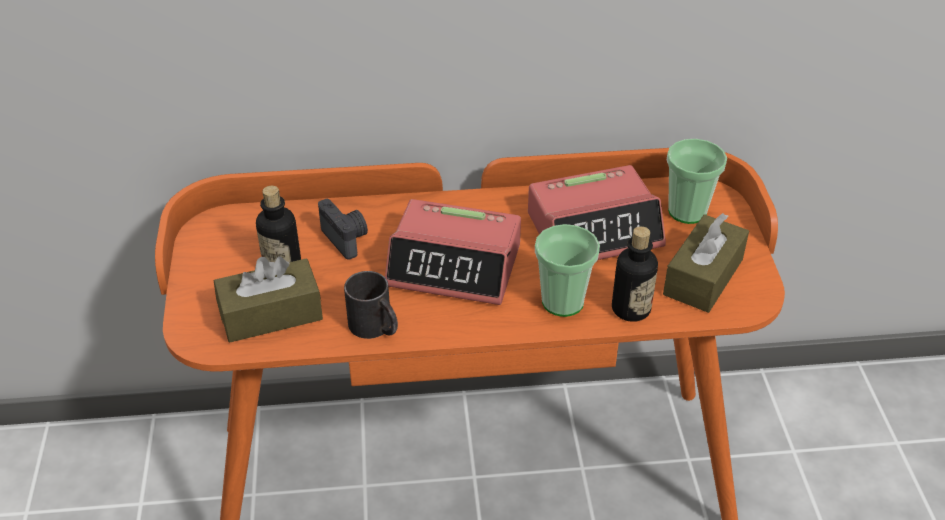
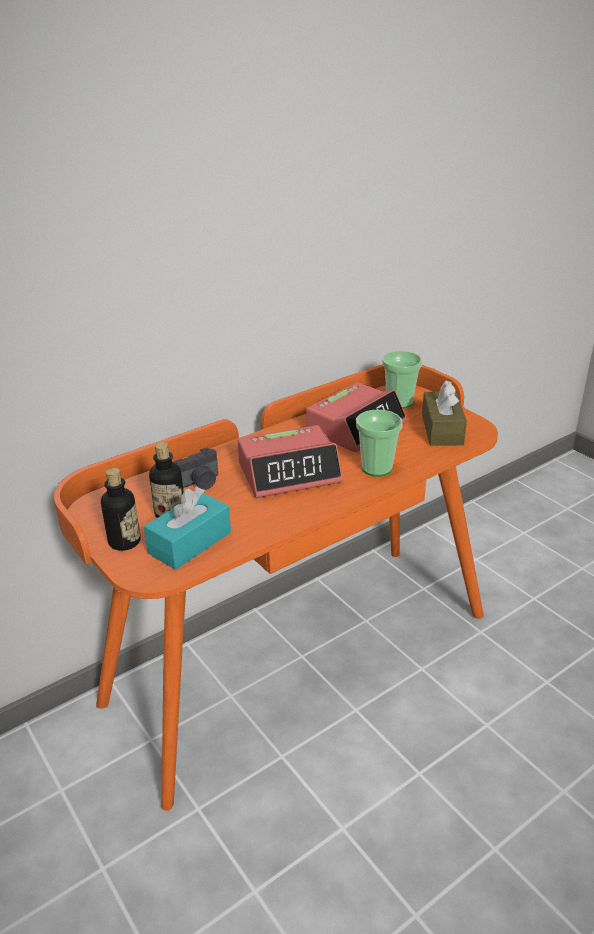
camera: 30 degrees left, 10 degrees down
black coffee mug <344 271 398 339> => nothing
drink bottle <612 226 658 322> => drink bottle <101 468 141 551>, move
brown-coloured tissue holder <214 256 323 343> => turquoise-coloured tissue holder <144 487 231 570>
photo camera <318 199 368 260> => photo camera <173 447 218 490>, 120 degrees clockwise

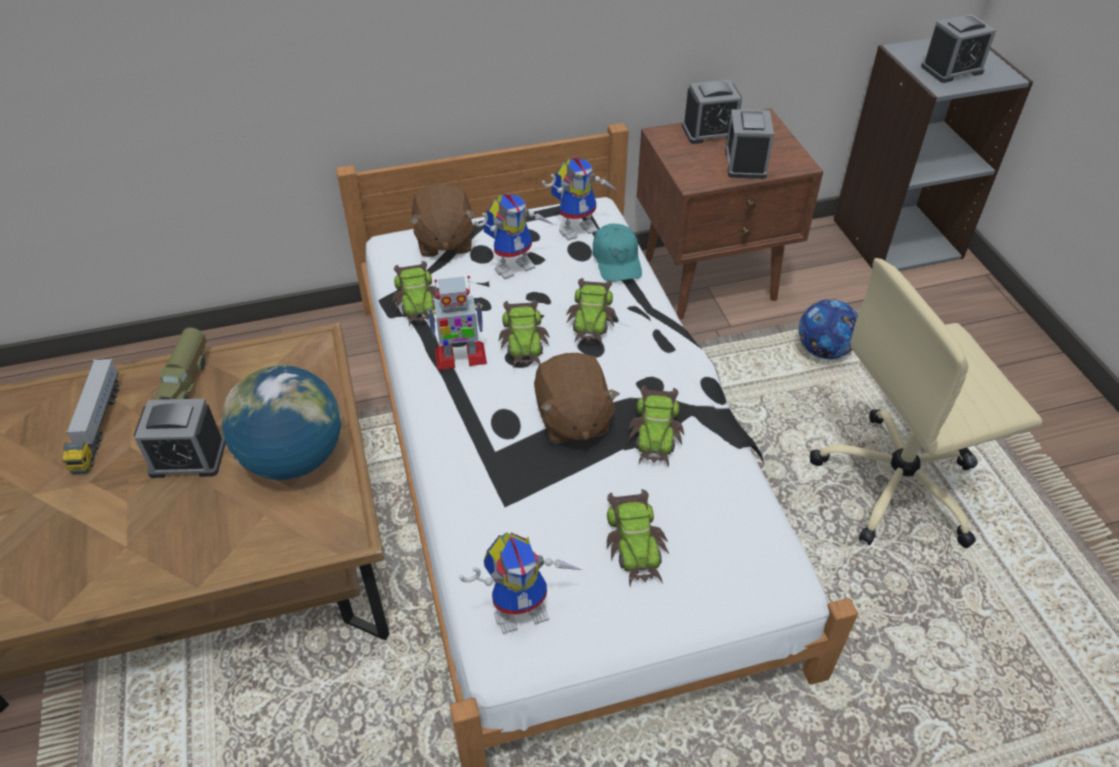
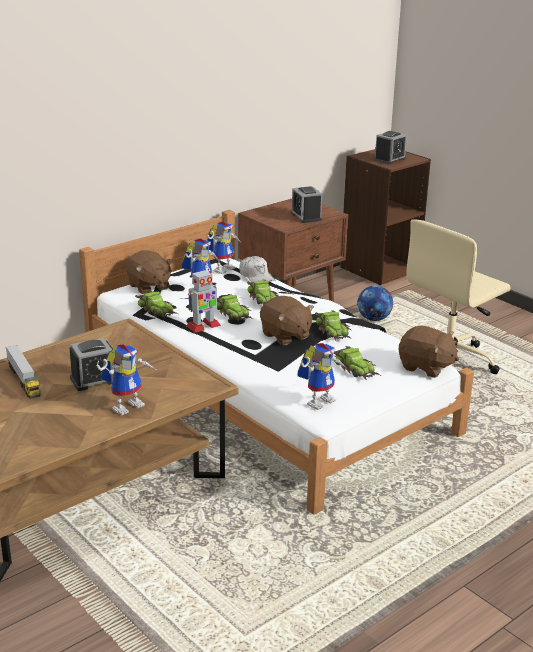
camera: 25 degrees left, 20 degrees down
toy lorry <155 328 207 400> => nothing
desk globe <222 365 342 480> => nothing
bedside clock <682 80 742 144> => nothing
nothing => toy robot <97 344 156 415>
nothing => brown-coloured cuddly toy <399 325 459 378>
turquoise-coloured peaked cap <592 224 642 282> => whitish peaked cap <239 256 275 282>
gray bookcase <834 38 1033 271> => brown-coloured bookcase <340 149 431 285>

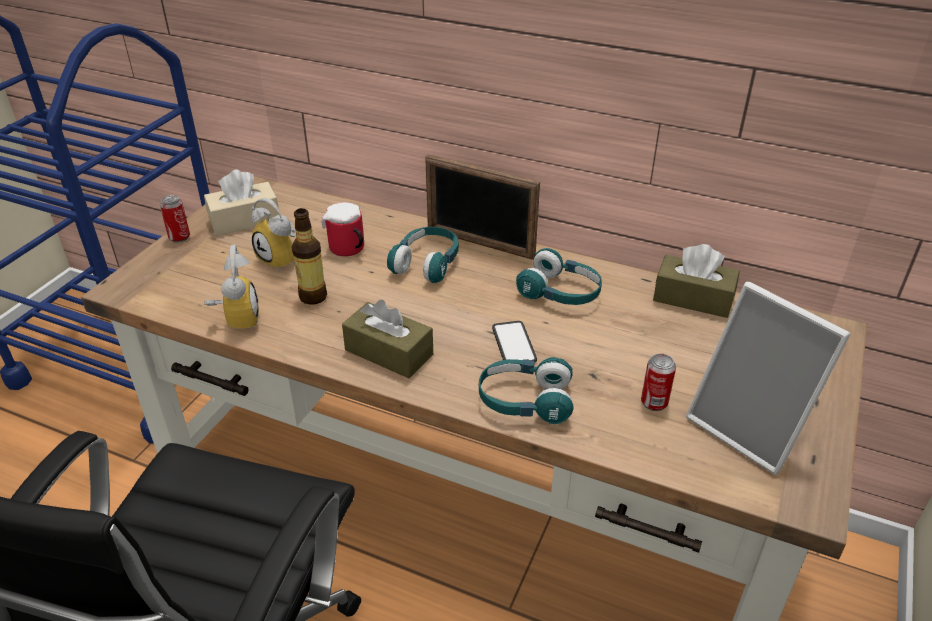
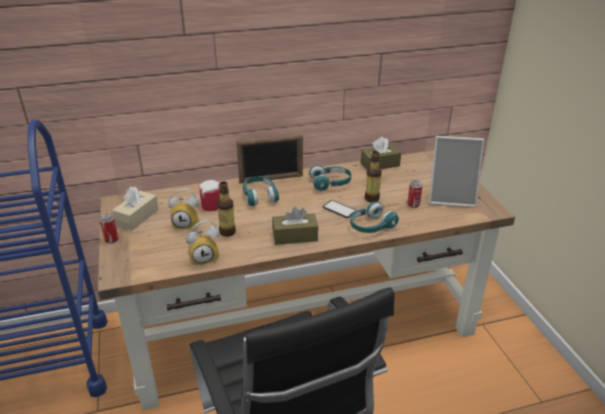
camera: 40 degrees left, 5 degrees down
nothing => drink bottle <365 151 382 202>
bedside clock <204 244 259 330> => bedside clock <186 220 220 267>, 120 degrees clockwise

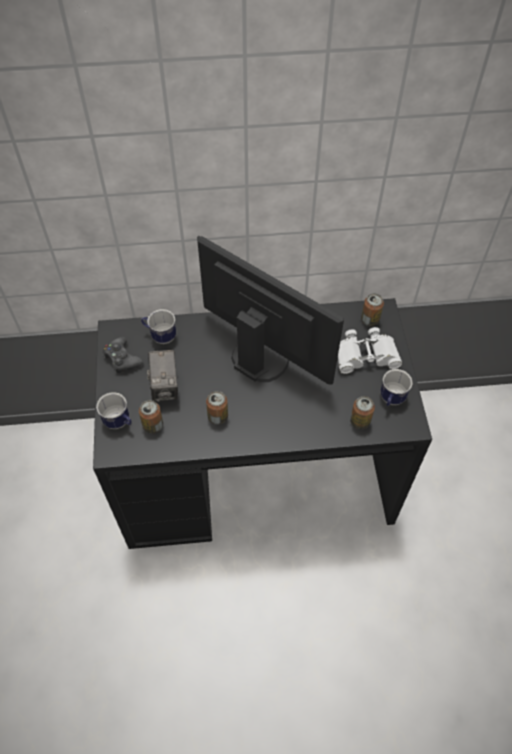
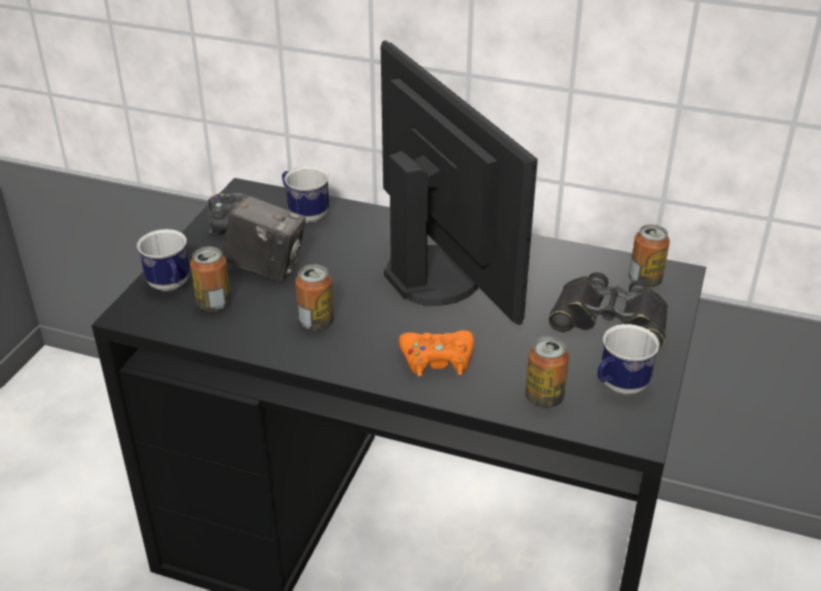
camera: 25 degrees right, 20 degrees down
nothing => orange-coloured game controller <399 330 474 377>
whitish binoculars <338 327 402 374> => black binoculars <548 272 668 349>
photo camera <147 350 178 402> => photo camera <223 195 306 282>, 90 degrees counterclockwise

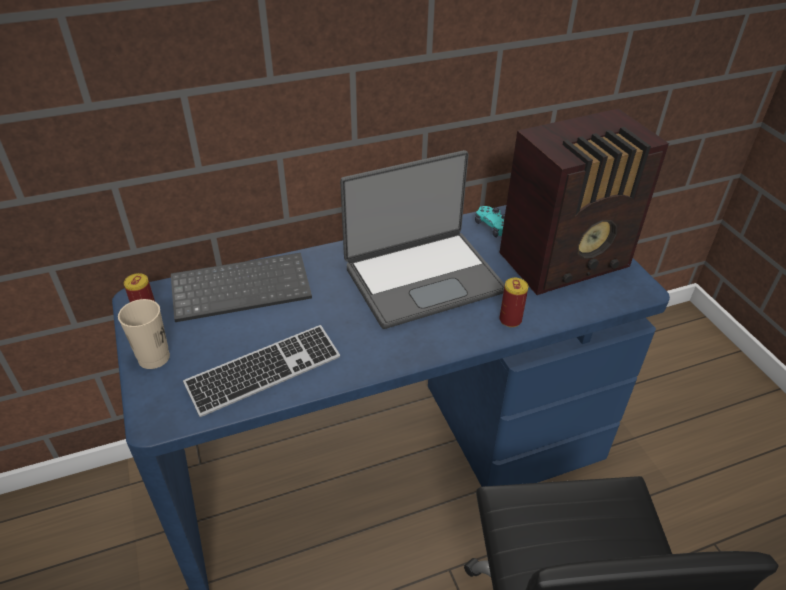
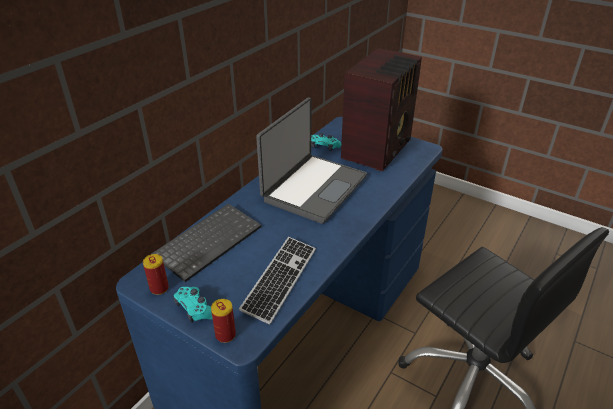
camera: 35 degrees left, 5 degrees down
sealed can <499 278 528 328> => sealed can <211 299 236 343>, move
beige-coloured cup <118 299 170 369> => turquoise-coloured game controller <173 287 212 322>

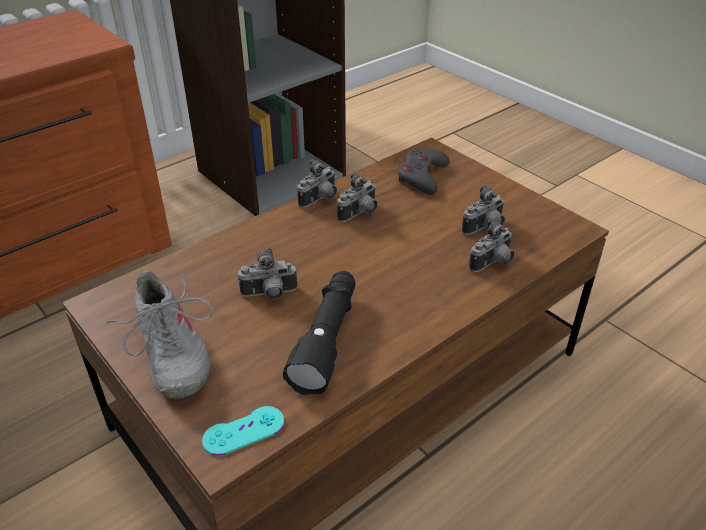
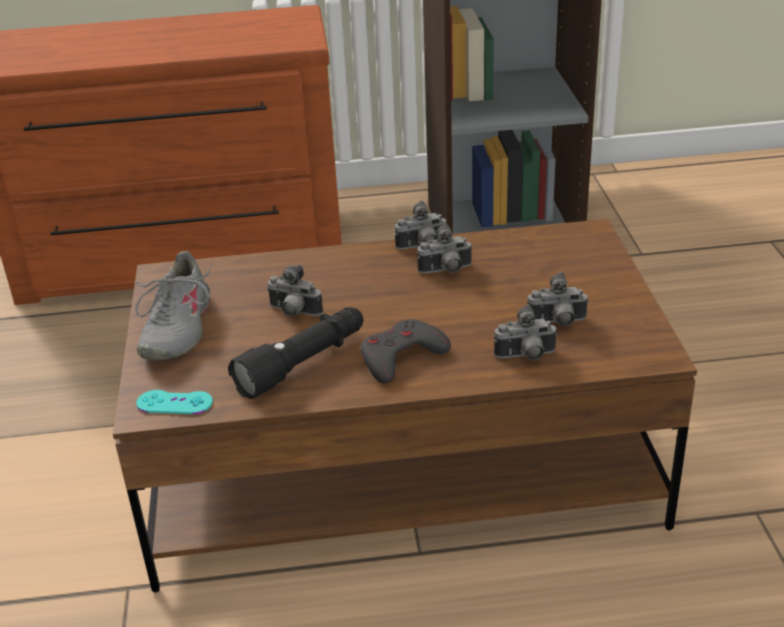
camera: 35 degrees right, 5 degrees down
gray game controller <398 149 450 195> => gray game controller <361 319 451 384>, move

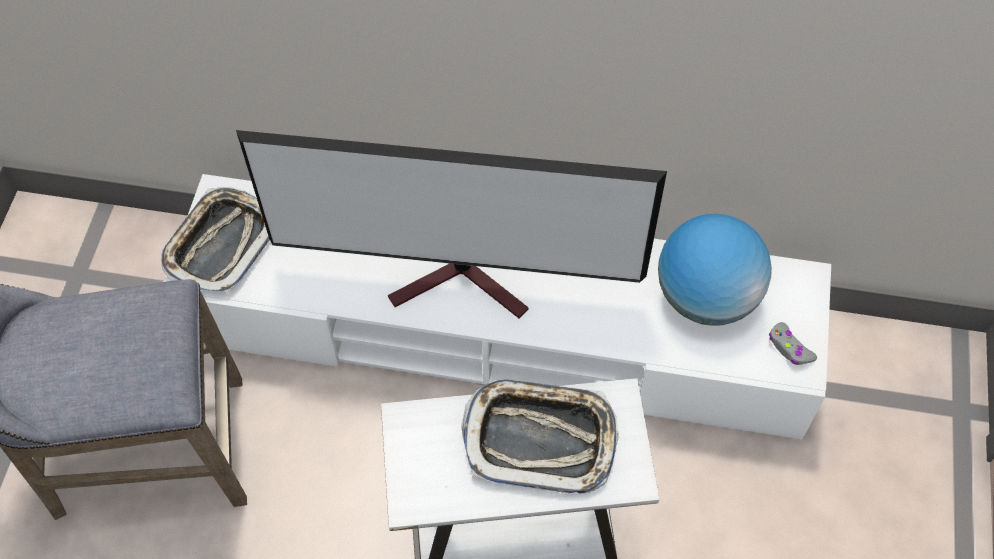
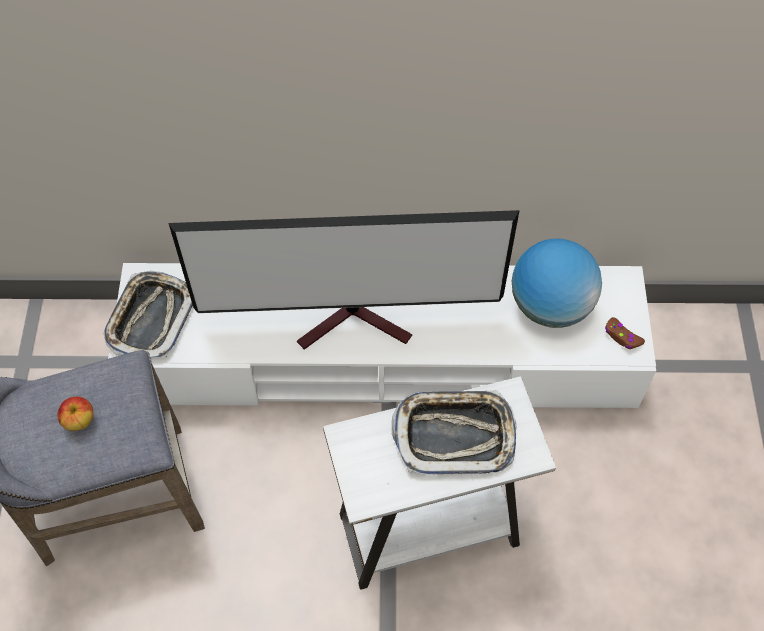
camera: 10 degrees left, 0 degrees up
nothing => whole apple <57 397 93 431>
gray game controller <769 322 817 365> => brown-coloured game controller <605 317 645 349>

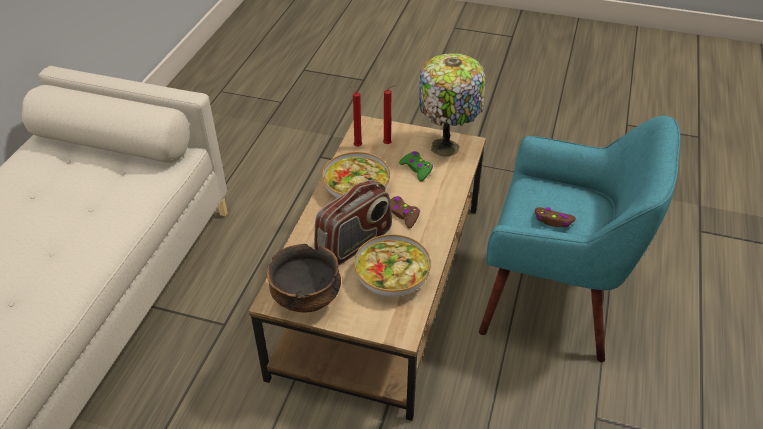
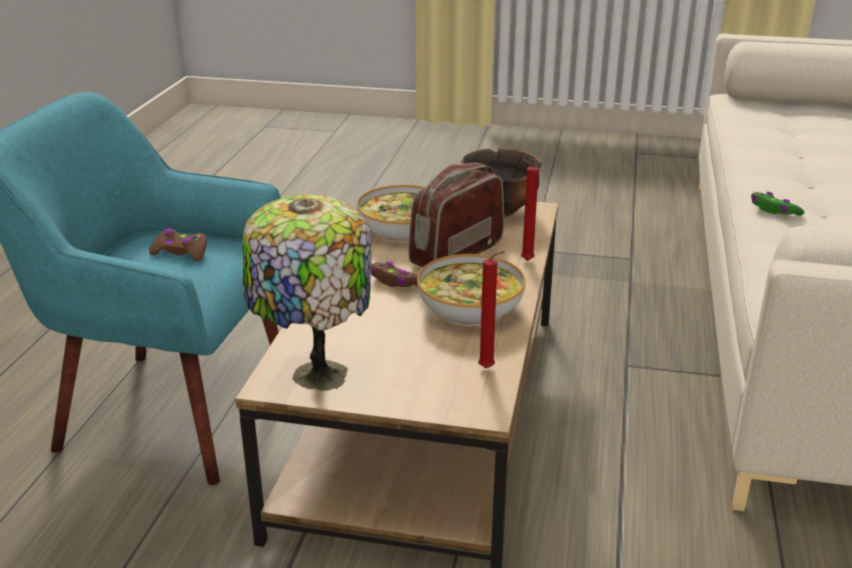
camera: 175 degrees right, 15 degrees down
reddish wax light <383 85 395 144> => reddish wax light <521 158 539 261>, move
green-coloured game controller <399 151 433 181> => green-coloured game controller <751 192 804 216>, move

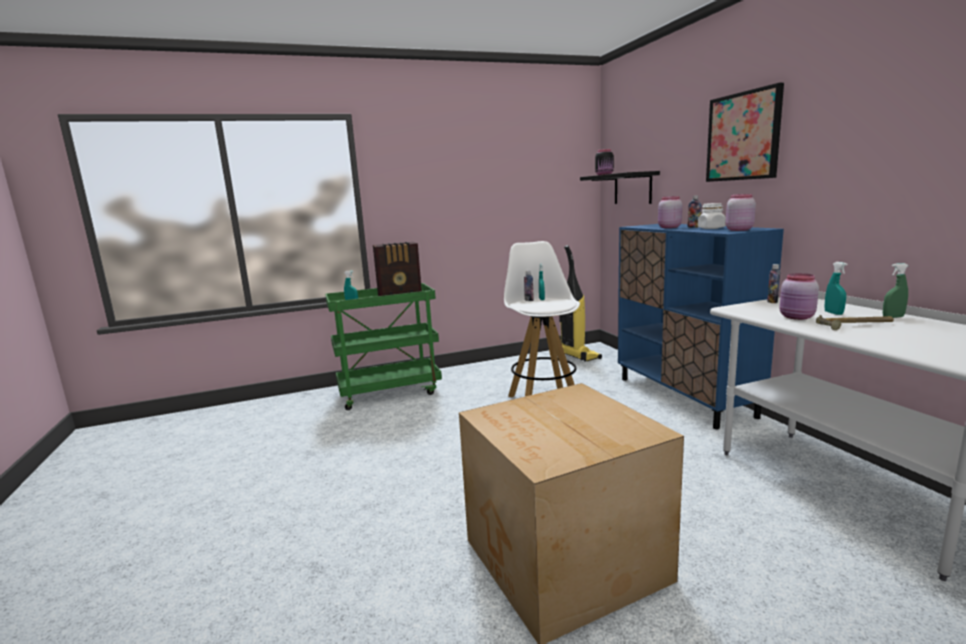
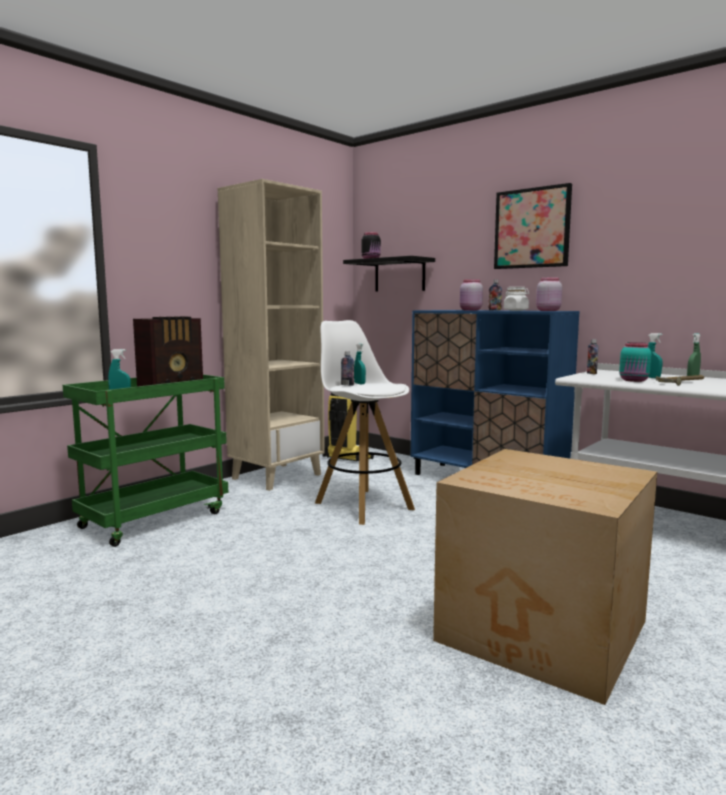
camera: 30 degrees left, 5 degrees down
nothing => beige-coloured bookcase <218 179 325 491>
pinkish preserve jar <779 273 819 320> => turquoise-coloured preserve jar <619 342 651 382>

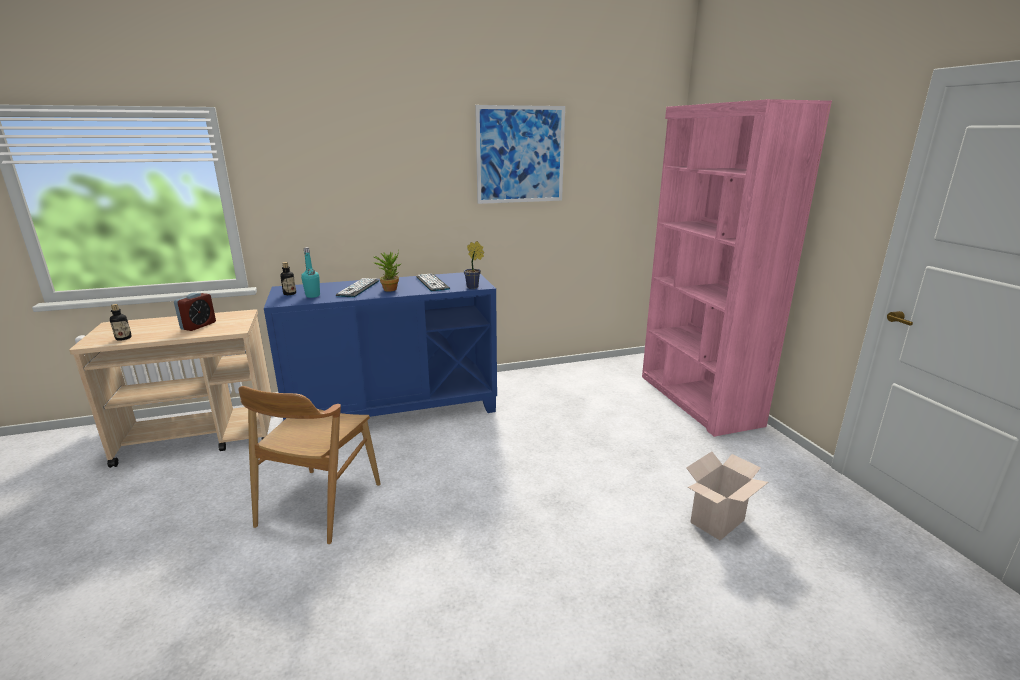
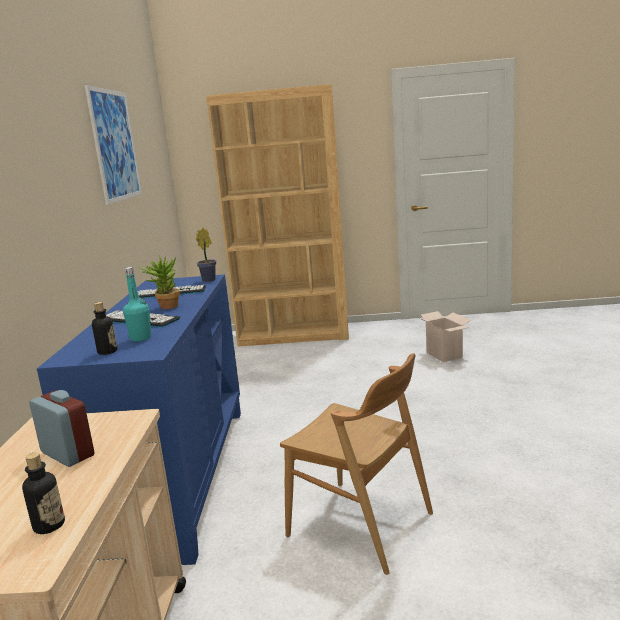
camera: 70 degrees left, 5 degrees down
pinkish bookcase <642 99 832 437> => brown-coloured bookcase <206 84 349 346>

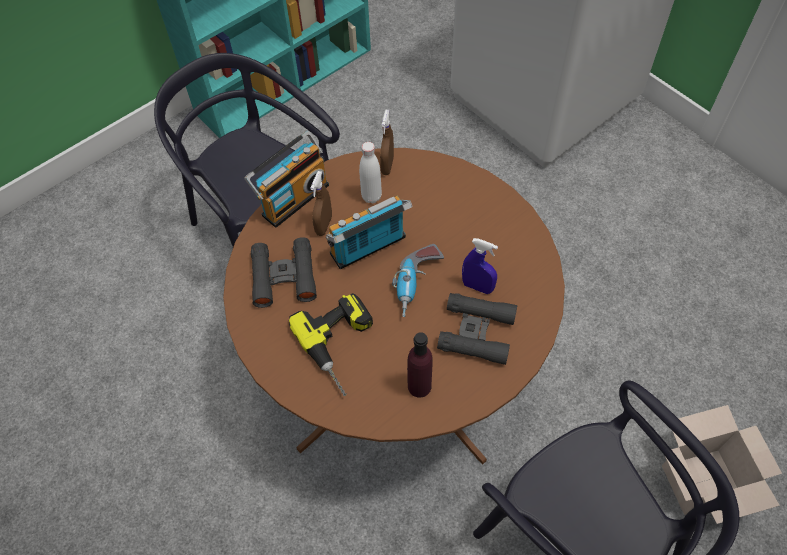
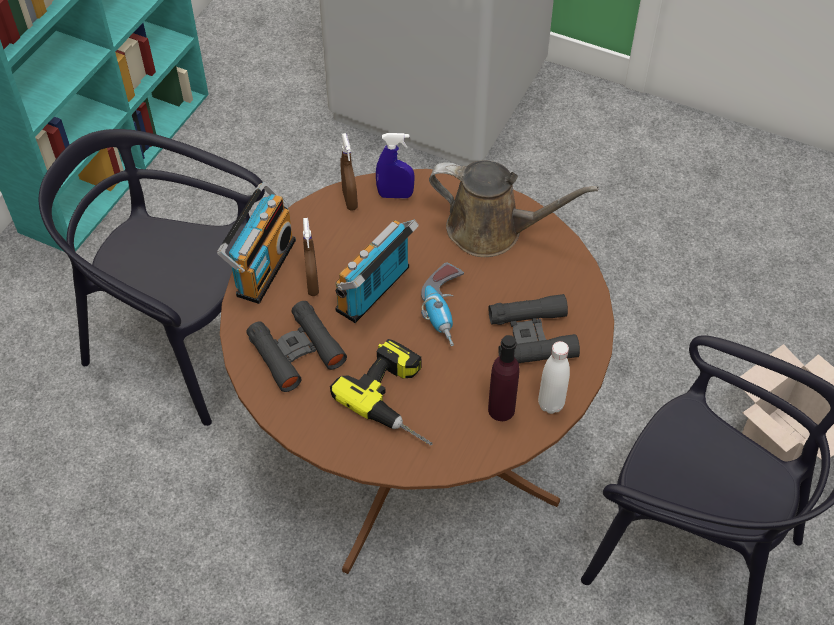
camera: 25 degrees left, 5 degrees down
nothing => brown-coloured sprinkling can <429 160 599 257>
whitish drink bottle <359 142 382 203> => whitish drink bottle <538 341 570 414>, move
blue hand sprayer <462 238 498 294> => blue hand sprayer <376 133 415 198>, move

